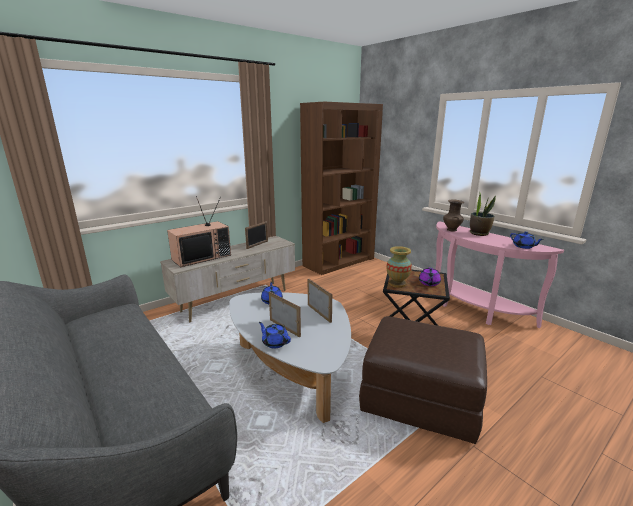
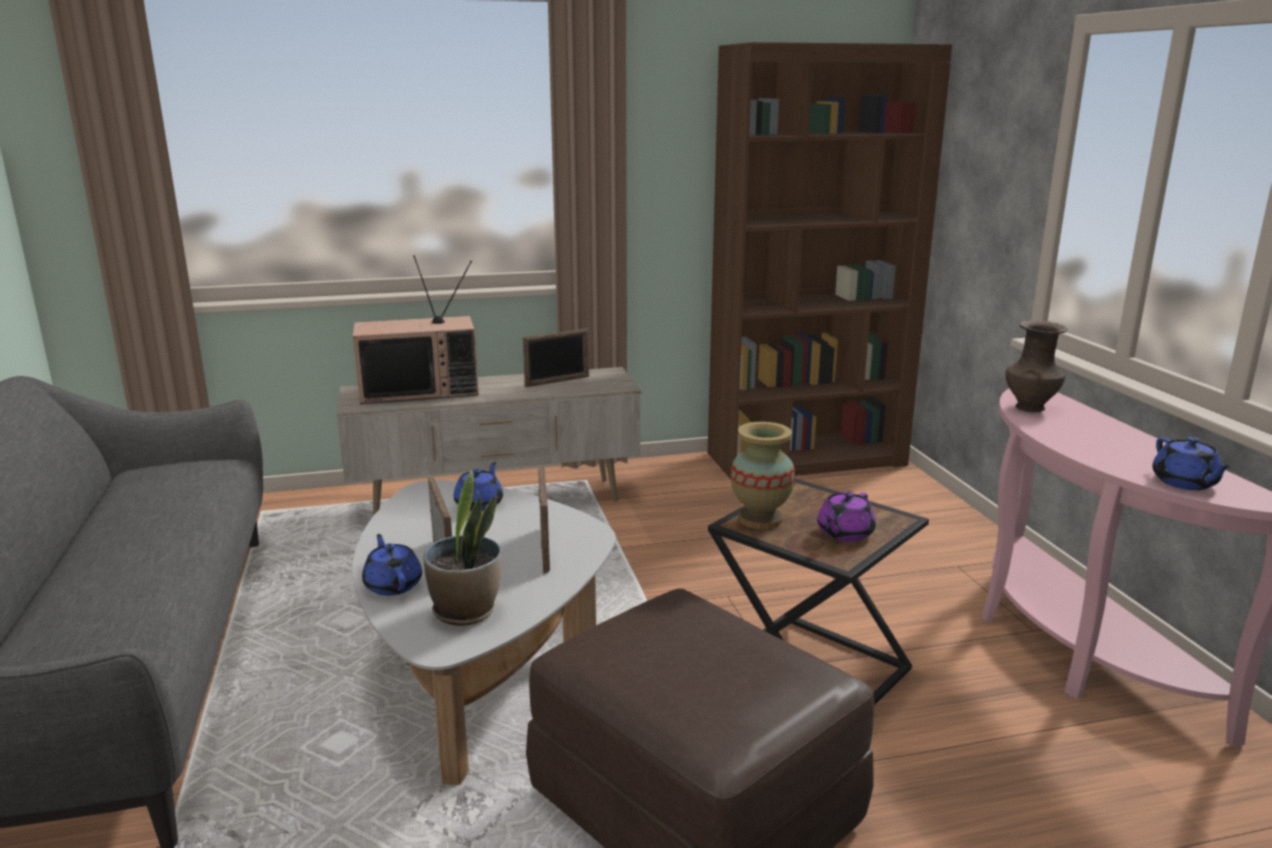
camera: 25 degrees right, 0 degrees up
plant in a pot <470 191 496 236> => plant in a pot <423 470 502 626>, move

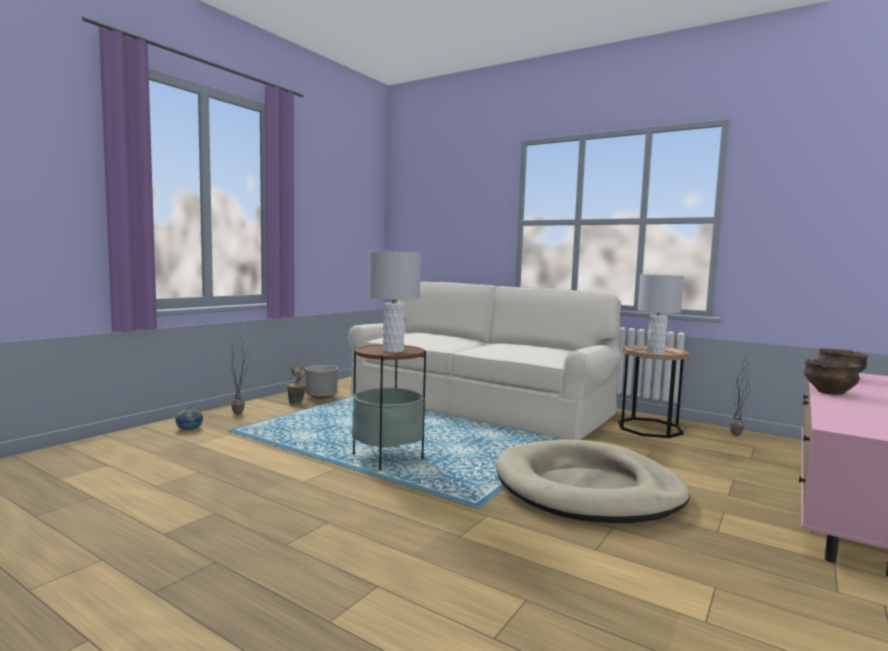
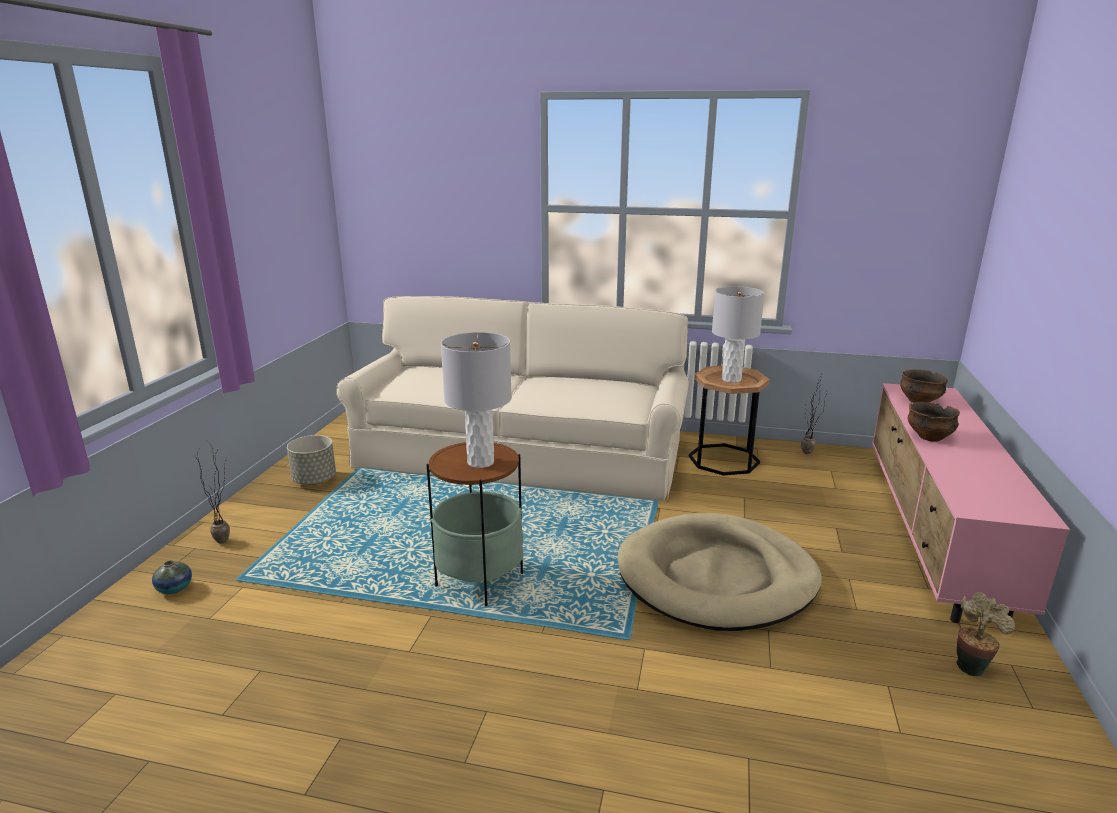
camera: 20 degrees left, 15 degrees up
plant in a pot <287 363 306 404> => plant in a pot <956 592 1015 676>, move

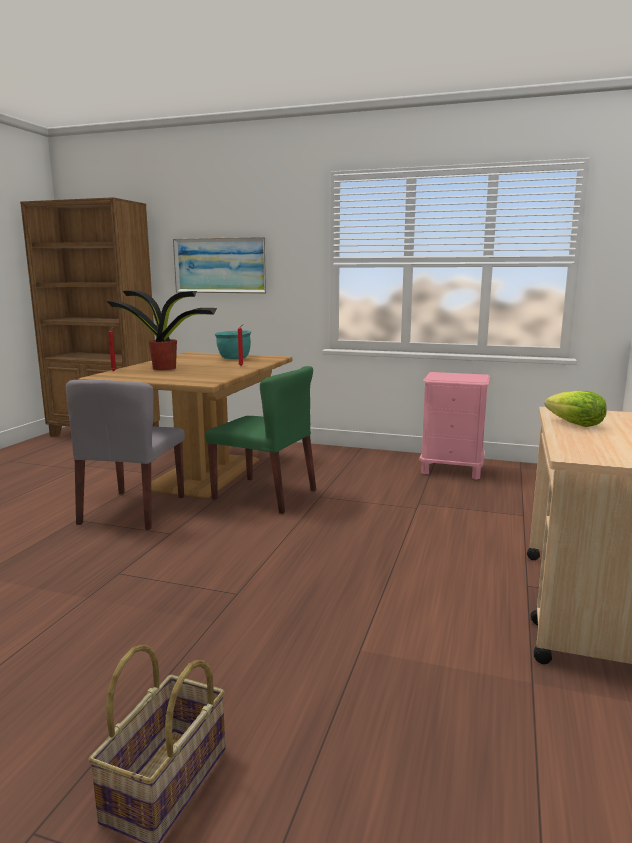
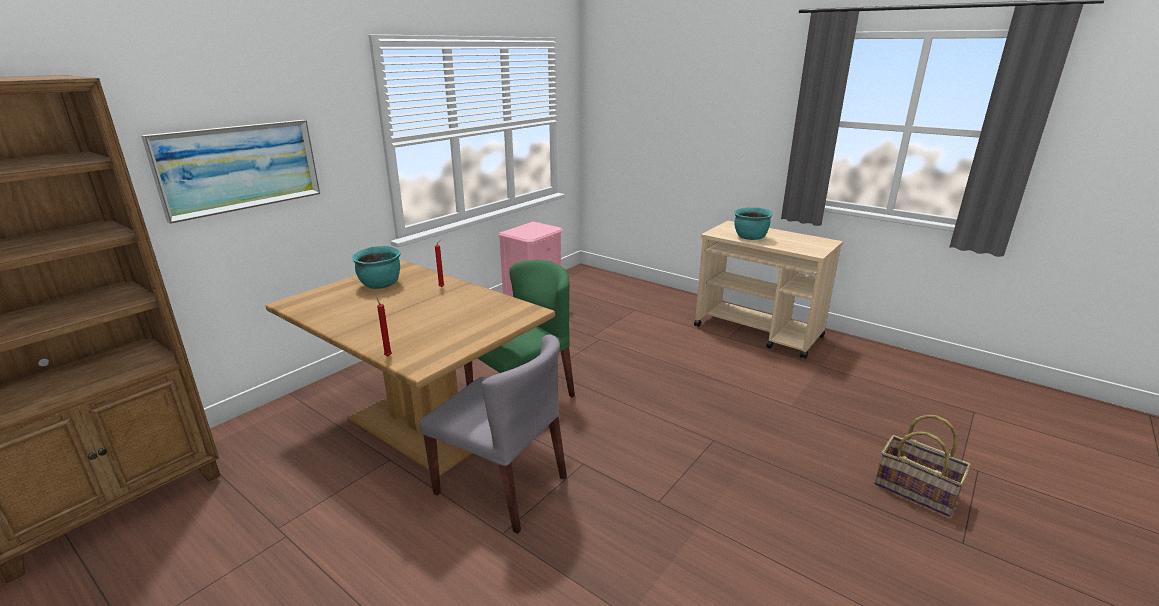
camera: 70 degrees left, 10 degrees up
plant in a pot <107 290 217 370> => nothing
lettuce head <545 391 607 427> => turquoise-coloured cooking pot <734 207 773 240>

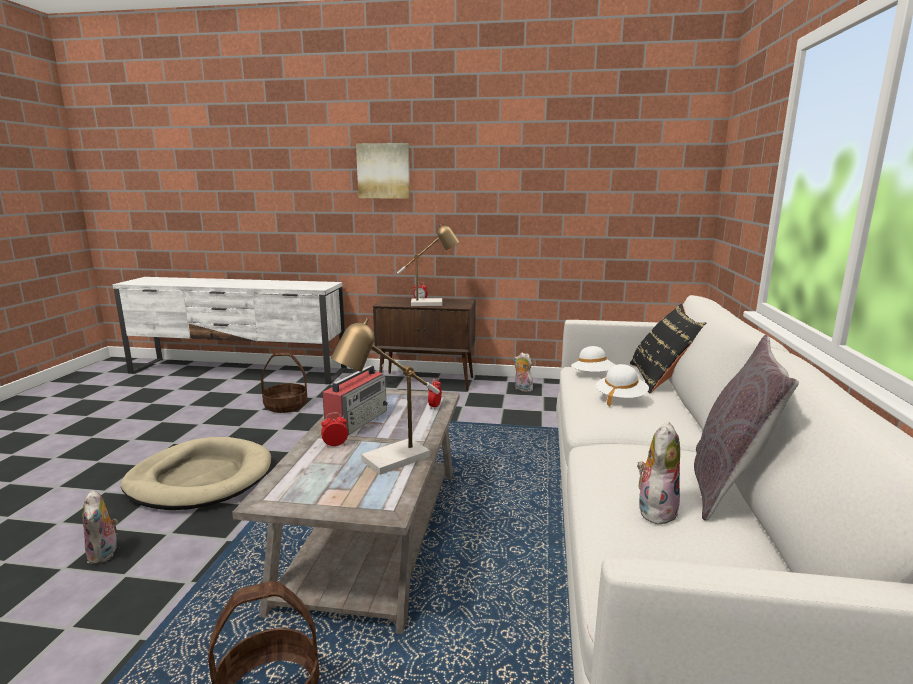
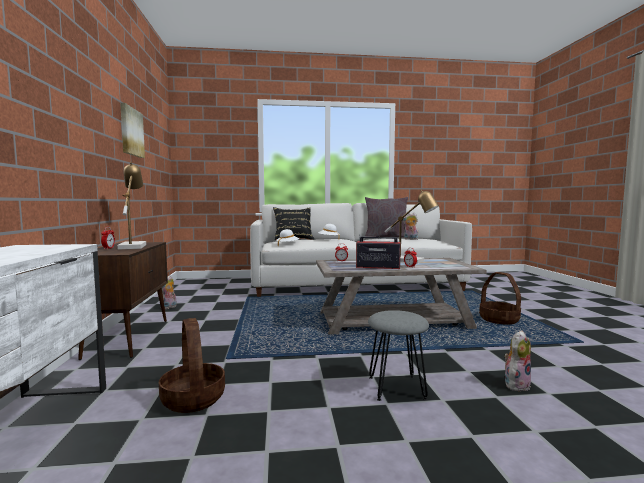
camera: 105 degrees left, 10 degrees down
wall picture <356 143 410 199> => wall picture <120 103 145 158>, move
beige-coloured dog cushion <121 437 271 510> => gray stool <368 310 429 401>

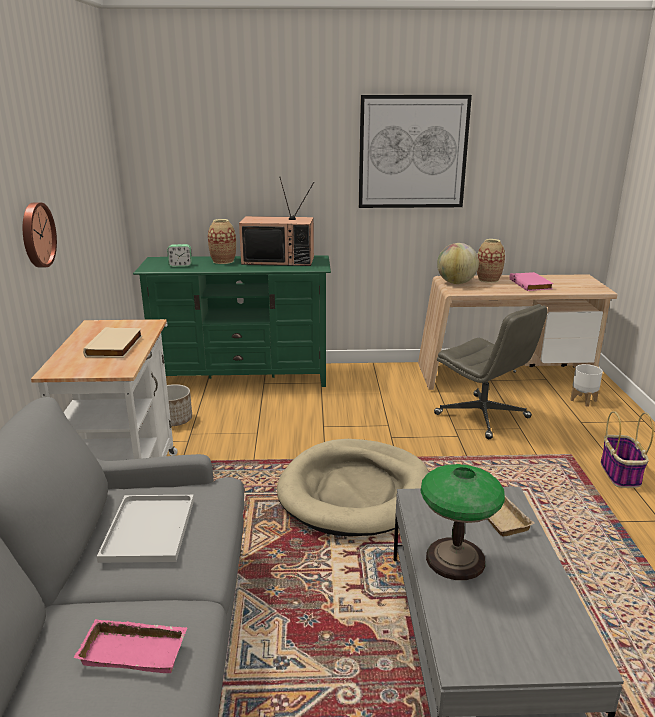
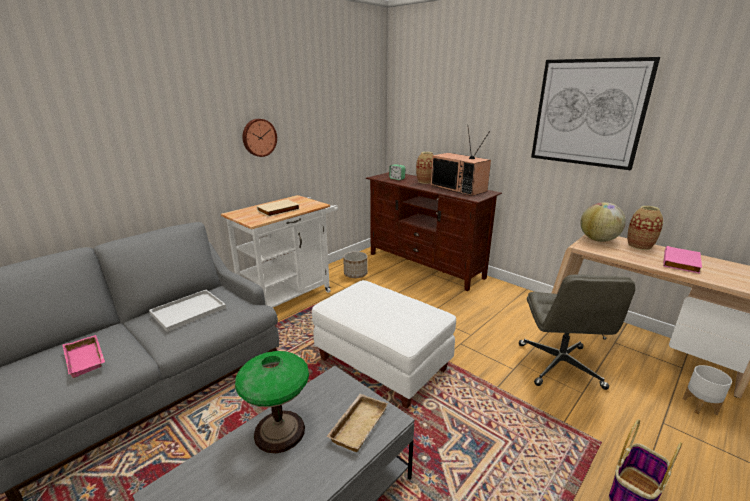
camera: 45 degrees right, 0 degrees up
beige-coloured dog cushion <277 439 429 536> => whitish footrest <312 280 456 409>
green-coloured media console <133 255 331 387> => brown-coloured media console <366 172 502 291>

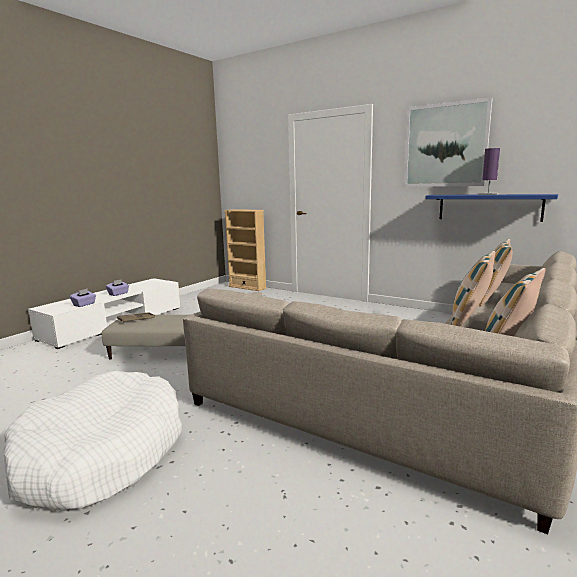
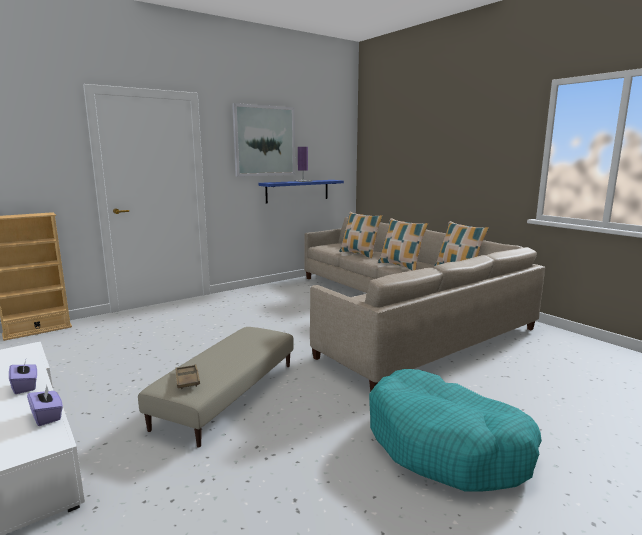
camera: 70 degrees left, 0 degrees up
whitish dog cushion <4 370 183 511> => turquoise-coloured dog cushion <369 369 542 492>

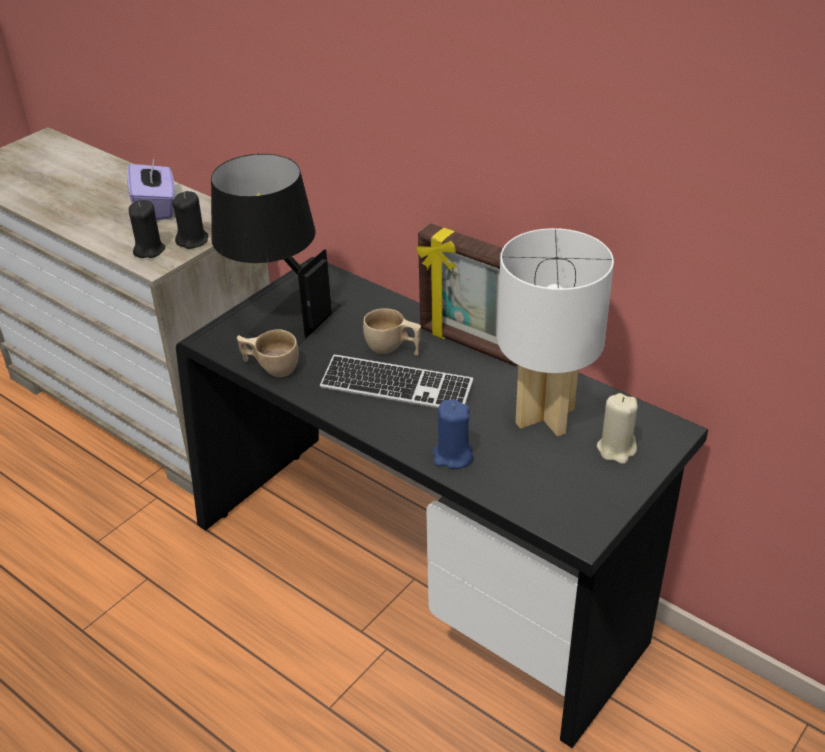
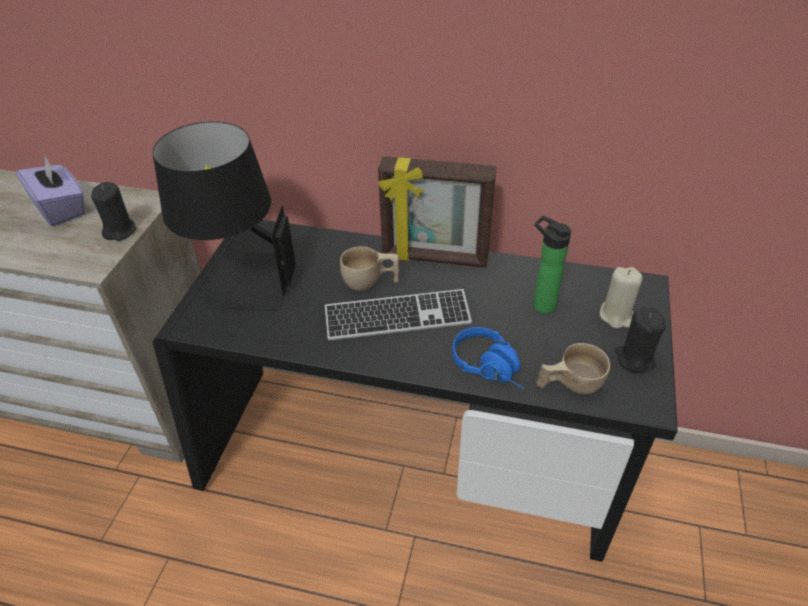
camera: 25 degrees left, 5 degrees up
black wax light <129 200 165 258> => black wax light <615 307 665 373>, move
beige-coloured cup <237 329 299 377> => beige-coloured cup <536 343 610 394>, move
blue wax light <433 400 473 469> => blue headphones <452 327 525 389>
whitish lamp for a table <497 228 614 436> => drink bottle <533 216 571 314>

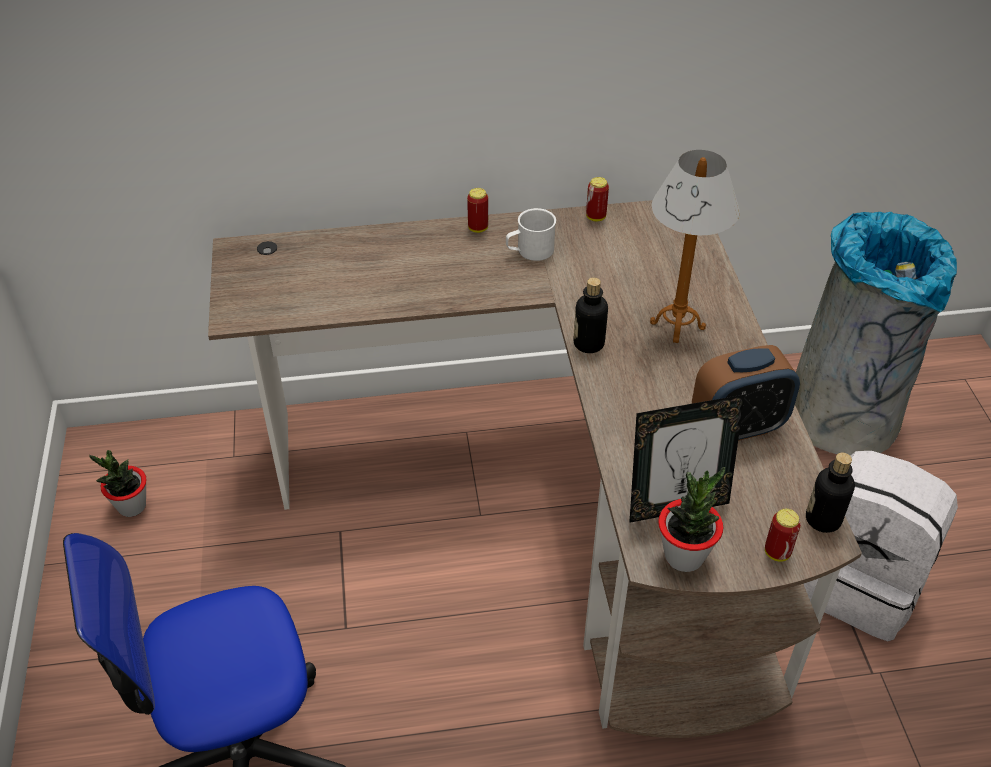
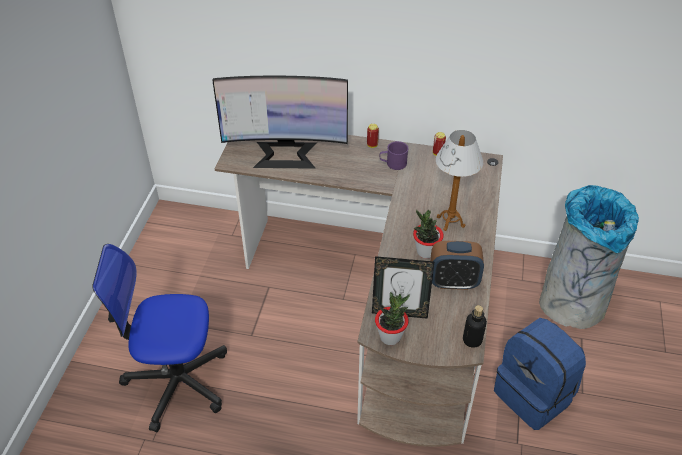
camera: 20 degrees right, 0 degrees up
drink bottle <573 277 608 353> => nothing
sealed can <765 509 801 562> => nothing
nothing => computer display <212 76 348 169>
plant in a pot <89 450 146 517> => plant in a pot <413 210 444 259>, move
whitish coffee mug <506 208 556 261> => purple-coloured coffee mug <380 141 409 170>
whitish rucksack <804 451 958 641> => blue rucksack <494 318 586 430>

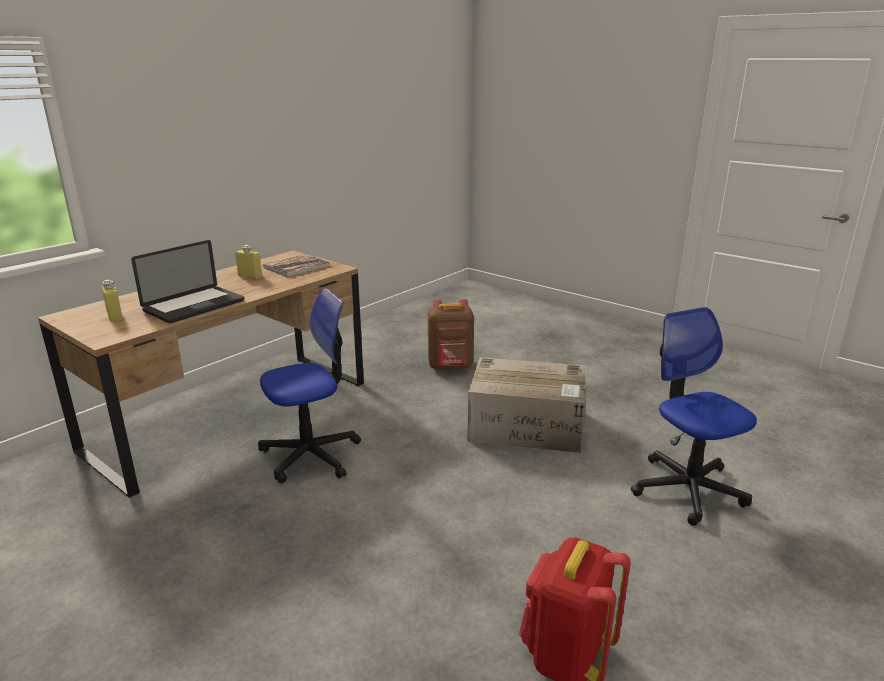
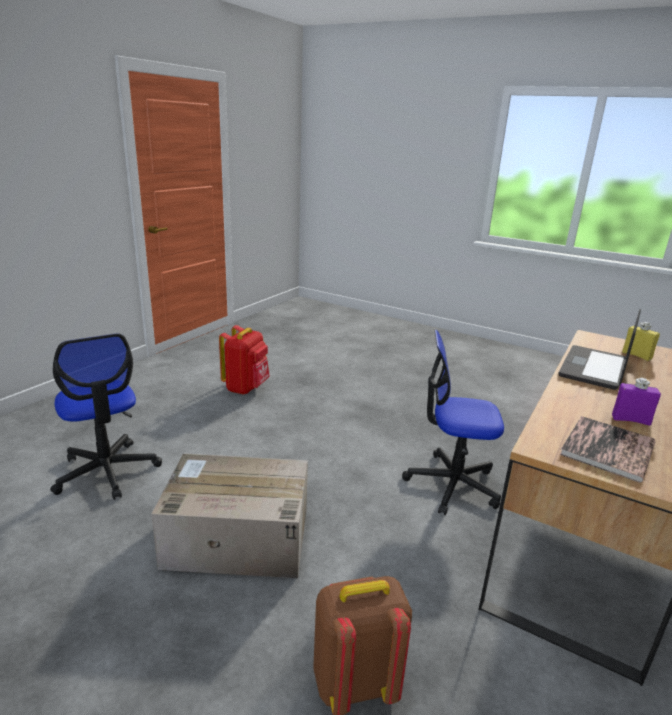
camera: 170 degrees right, 0 degrees up
yellow-coloured drink bottle <235 245 262 279> => purple-coloured drink bottle <612 378 661 426>
desk chair <258 288 361 483> => desk chair <402 330 504 515>, 45 degrees clockwise

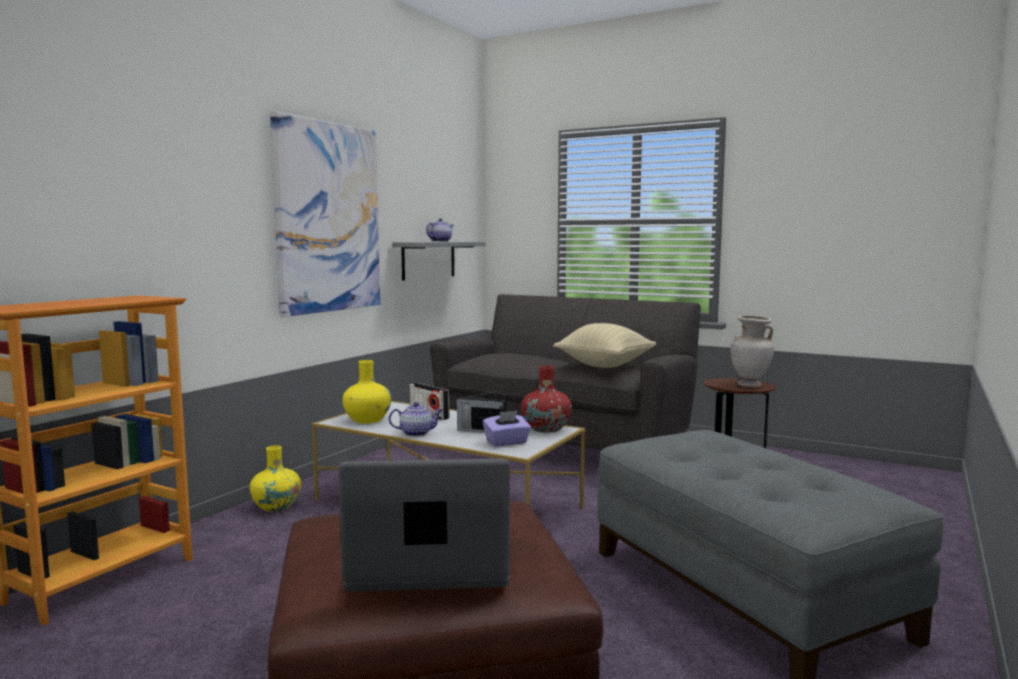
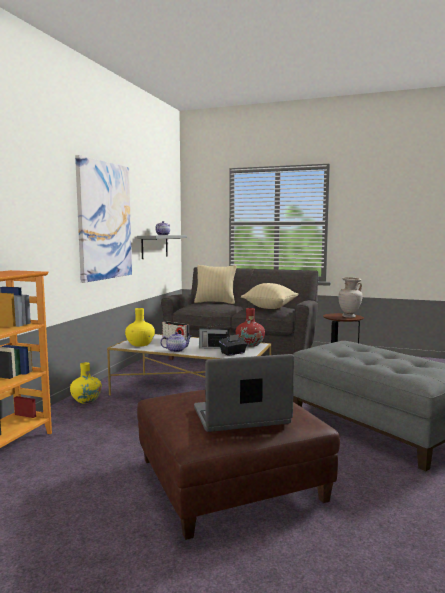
camera: 10 degrees left, 0 degrees up
nothing => beige-coloured cushion <194 265 237 304>
purple-coloured tissue holder <483 411 531 447> => black tissue holder <219 334 247 356>

